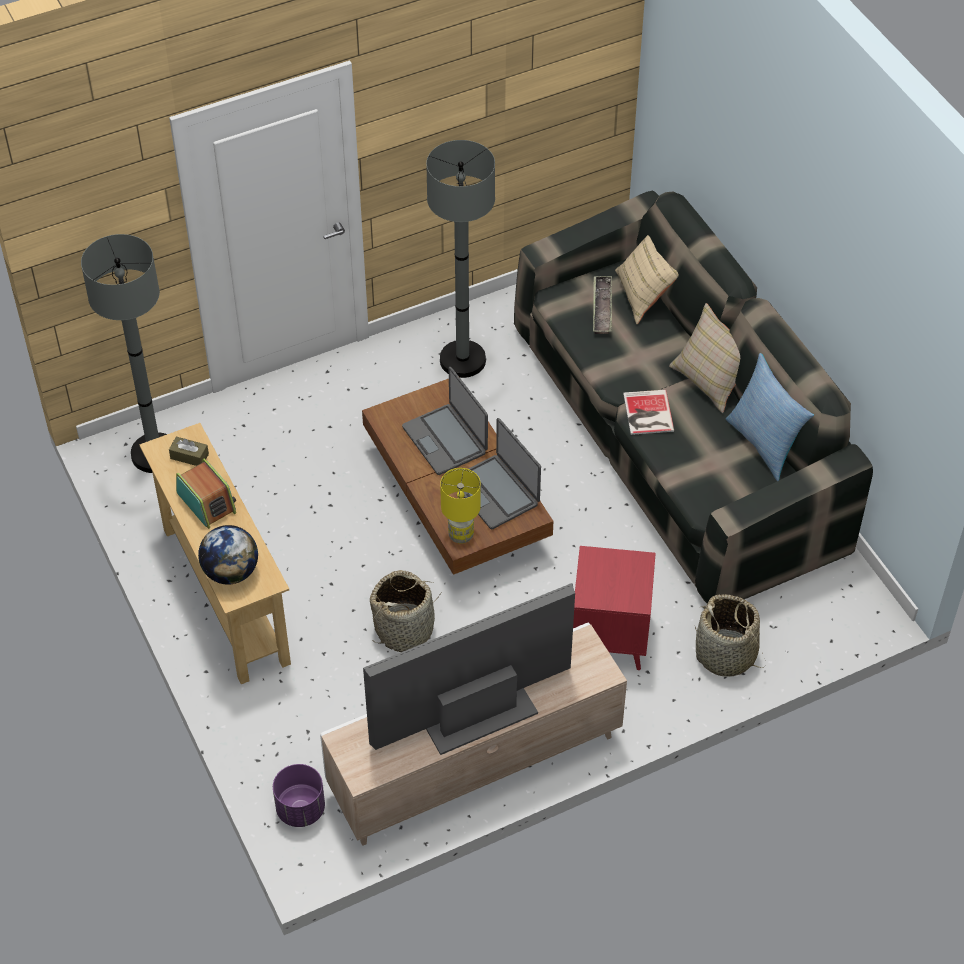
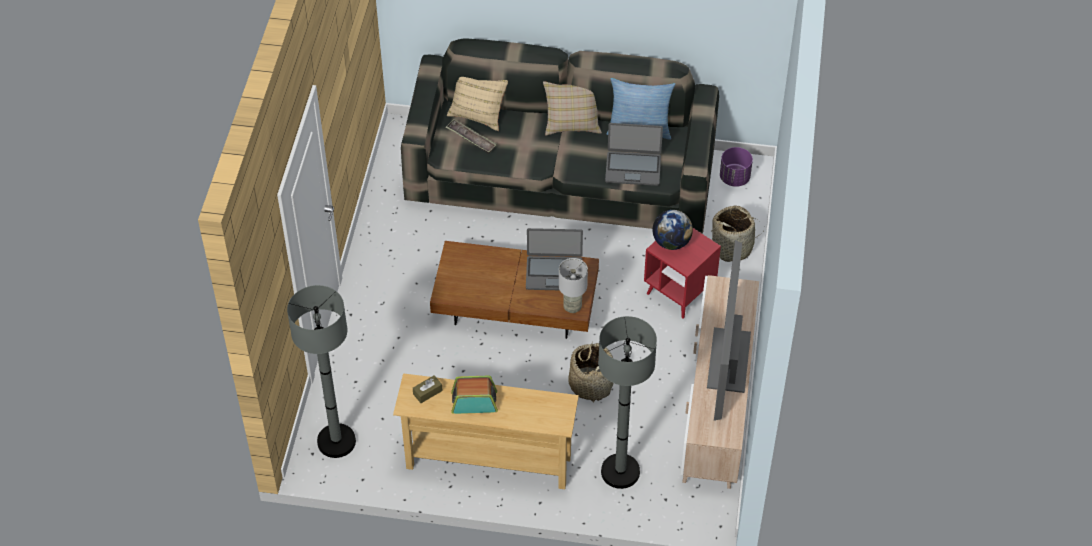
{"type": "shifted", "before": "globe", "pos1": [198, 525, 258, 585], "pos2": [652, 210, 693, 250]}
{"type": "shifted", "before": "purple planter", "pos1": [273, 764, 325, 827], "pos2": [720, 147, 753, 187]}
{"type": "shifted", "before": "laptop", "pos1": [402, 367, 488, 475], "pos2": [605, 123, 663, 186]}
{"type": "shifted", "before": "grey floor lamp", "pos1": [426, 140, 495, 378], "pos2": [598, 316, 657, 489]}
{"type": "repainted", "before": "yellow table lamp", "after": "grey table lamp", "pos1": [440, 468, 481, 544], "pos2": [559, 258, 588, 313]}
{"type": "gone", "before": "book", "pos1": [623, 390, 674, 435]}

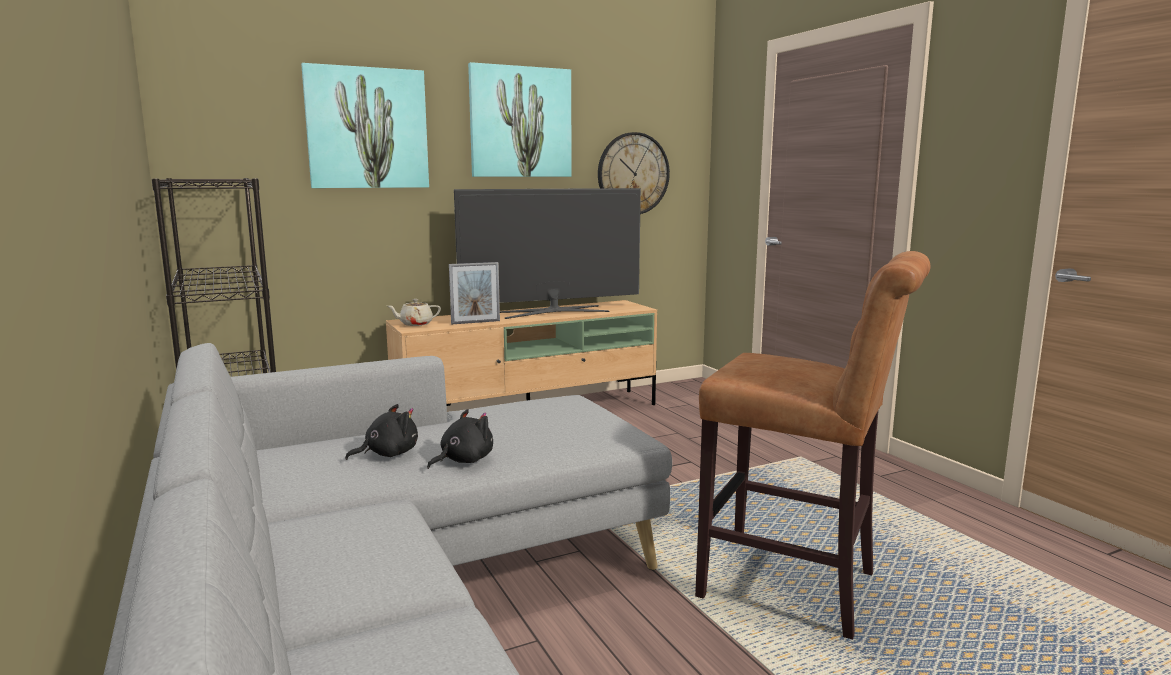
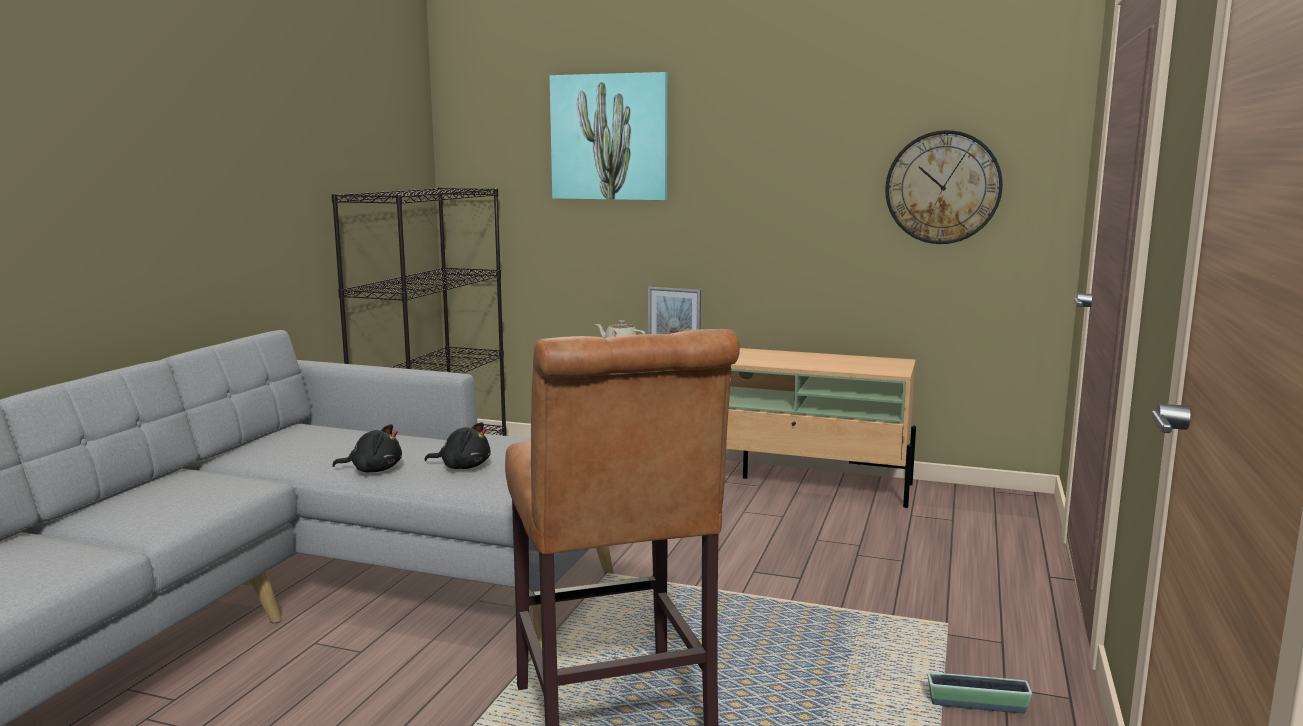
{"type": "shifted", "before": "black plush toy", "pos1": [345, 404, 418, 460], "pos2": [424, 422, 491, 469]}
{"type": "gone", "before": "television", "pos1": [454, 188, 641, 319]}
{"type": "gone", "before": "picture", "pos1": [468, 62, 572, 177]}
{"type": "new", "after": "planter", "pos2": [928, 672, 1032, 713]}

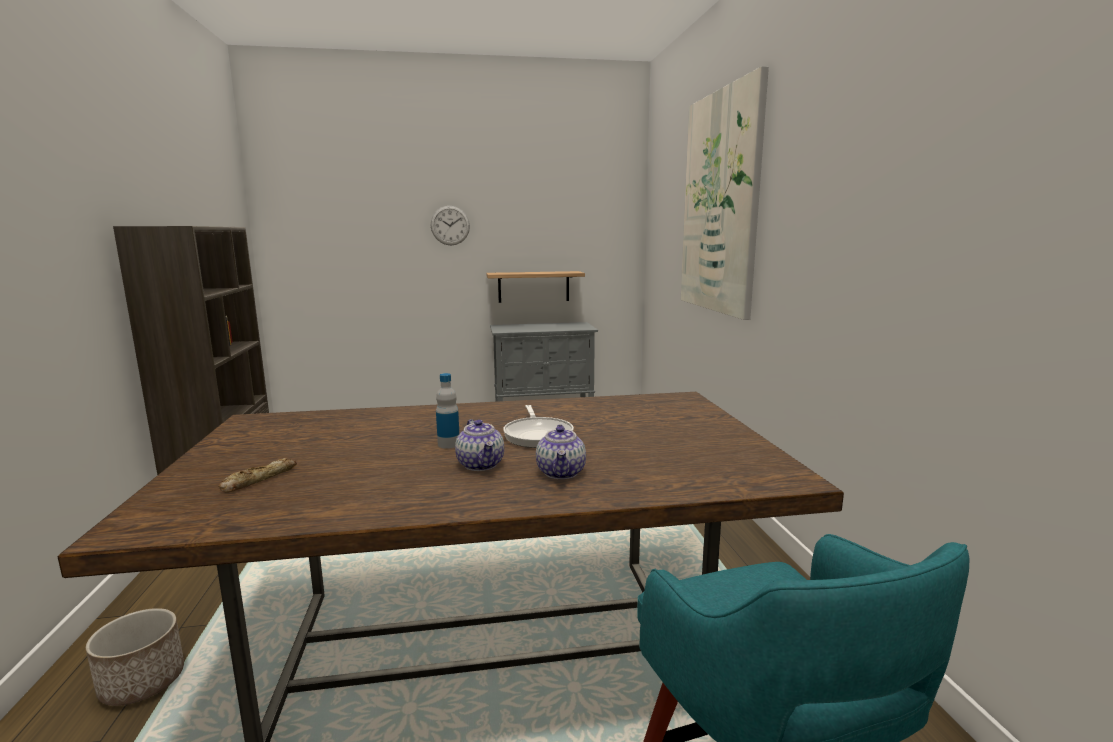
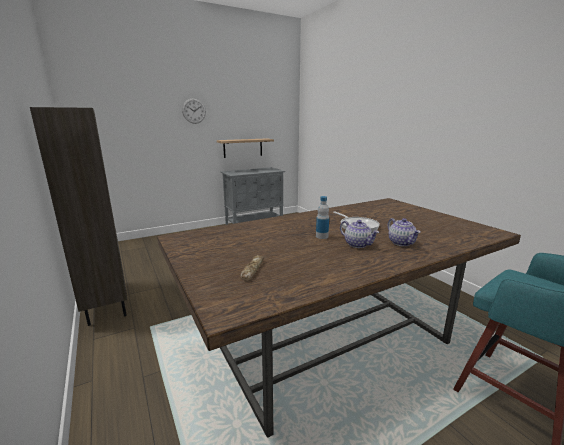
{"type": "gone", "before": "planter", "pos1": [86, 608, 184, 706]}
{"type": "gone", "before": "picture", "pos1": [681, 66, 769, 320]}

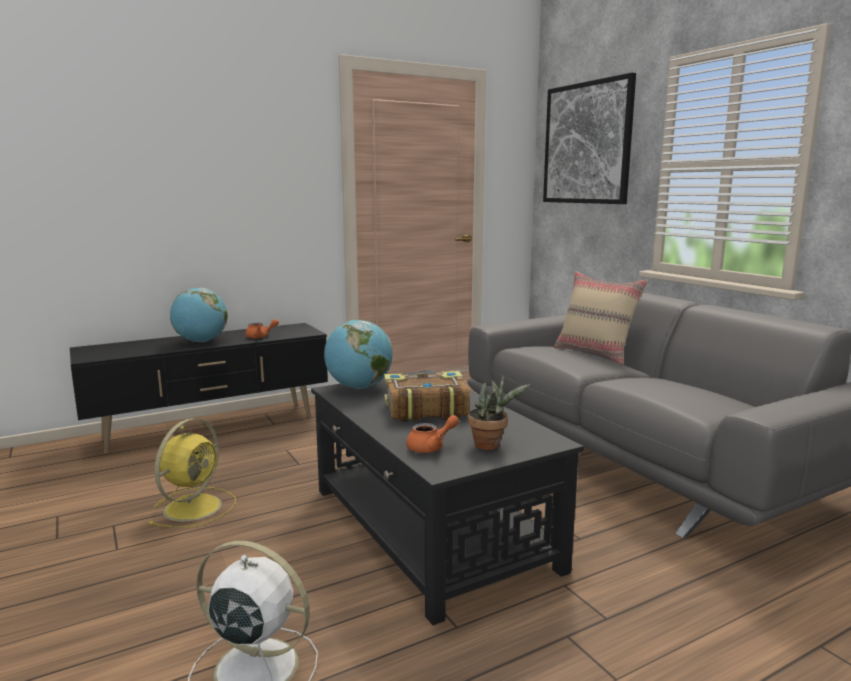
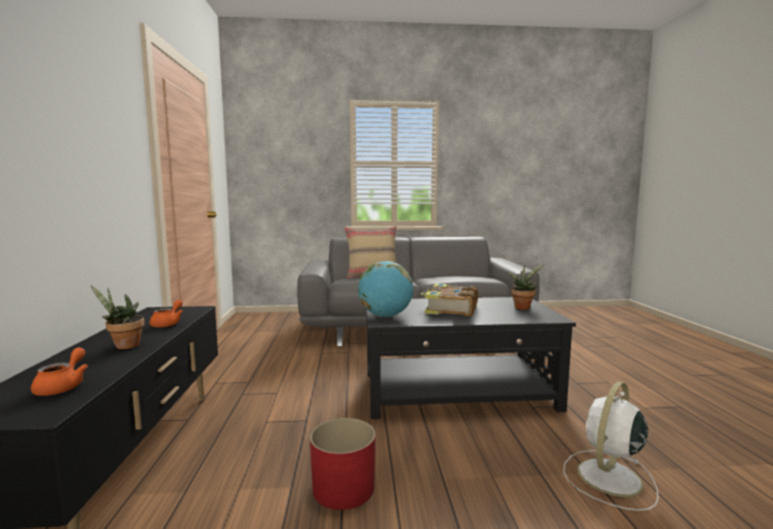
{"type": "swapped", "before": "yellow fan", "after": "red planter", "pos1": [148, 418, 236, 528], "pos2": [310, 418, 376, 510]}
{"type": "swapped", "before": "globe", "after": "potted plant", "pos1": [170, 288, 228, 342], "pos2": [91, 285, 144, 349]}
{"type": "shifted", "before": "orange teapot", "pos1": [406, 415, 459, 453], "pos2": [31, 348, 88, 396]}
{"type": "gone", "before": "picture", "pos1": [543, 73, 636, 204]}

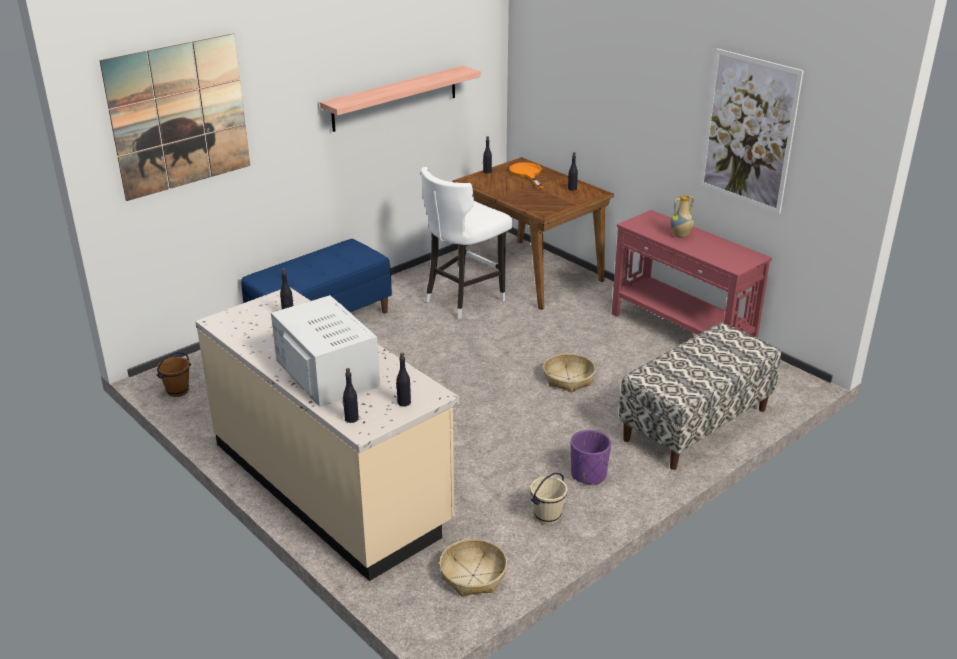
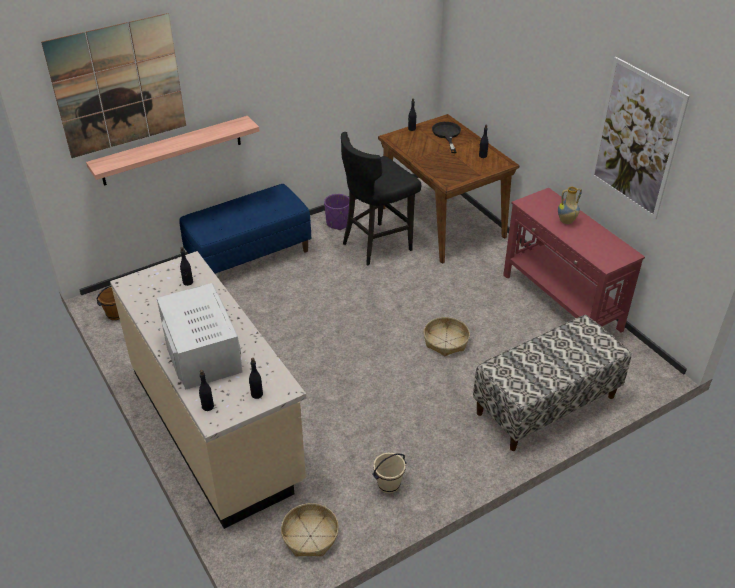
{"type": "shifted", "before": "shelf", "pos1": [320, 66, 481, 132], "pos2": [86, 116, 259, 186]}
{"type": "repainted", "before": "white stool", "after": "black stool", "pos1": [421, 167, 513, 319], "pos2": [341, 132, 421, 266]}
{"type": "repainted", "before": "orange frying pan", "after": "black frying pan", "pos1": [510, 162, 543, 189], "pos2": [432, 122, 461, 153]}
{"type": "shifted", "before": "purple planter", "pos1": [571, 430, 611, 485], "pos2": [324, 194, 349, 230]}

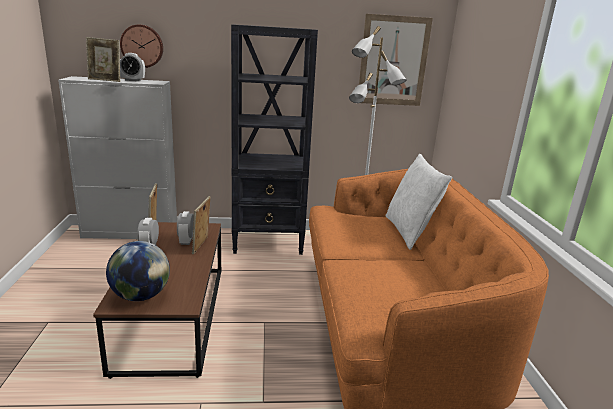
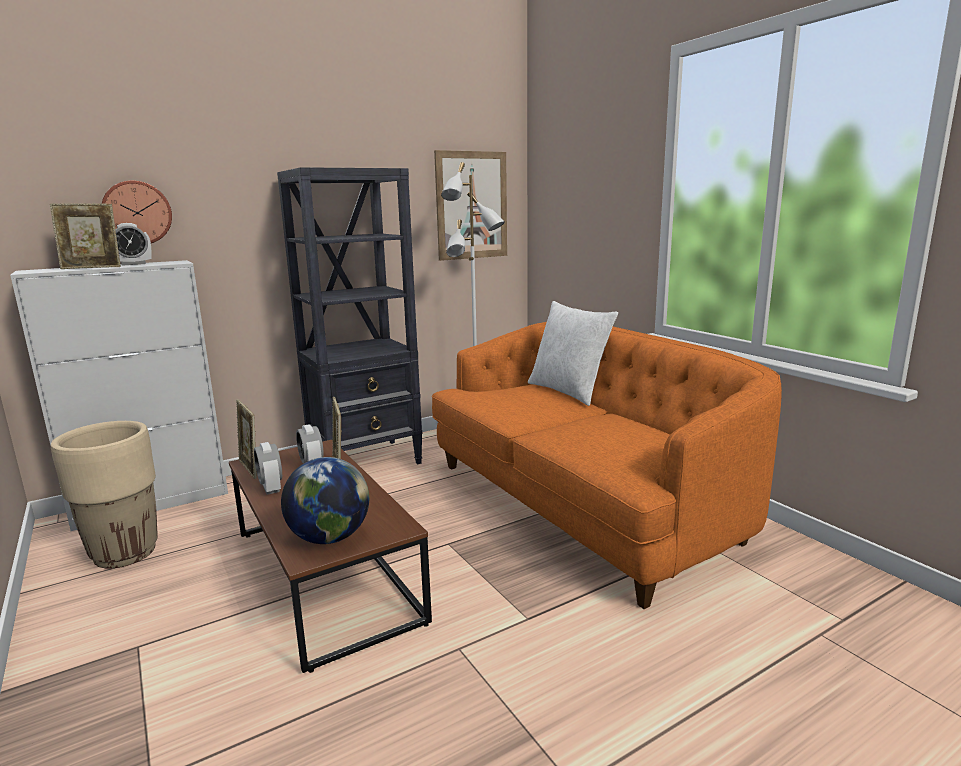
{"type": "new", "after": "beige planter", "pos2": [51, 421, 158, 568]}

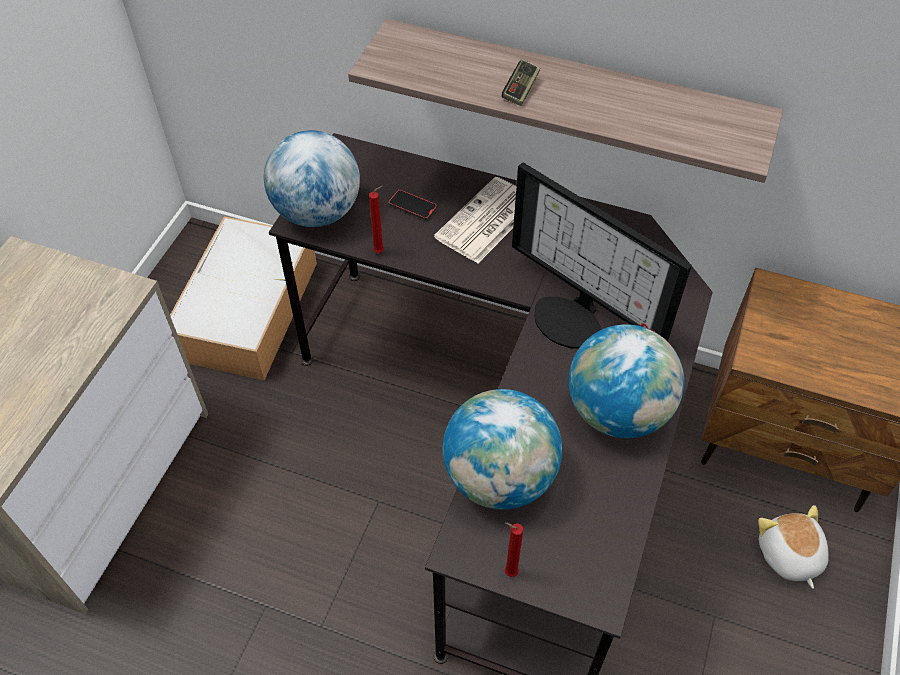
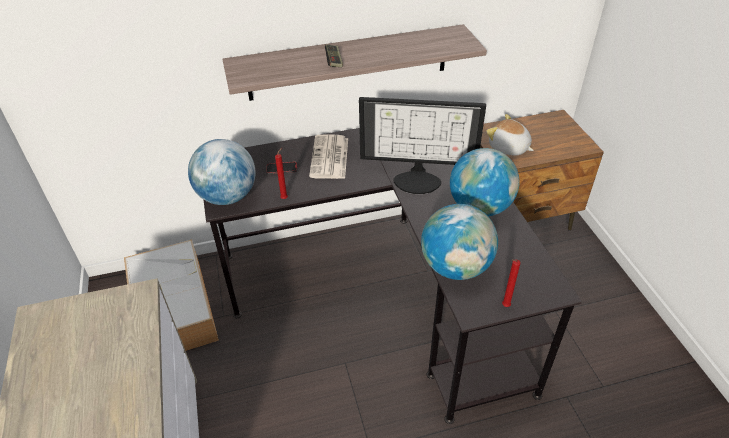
{"type": "shifted", "before": "plush toy", "pos1": [758, 505, 829, 589], "pos2": [486, 114, 534, 156]}

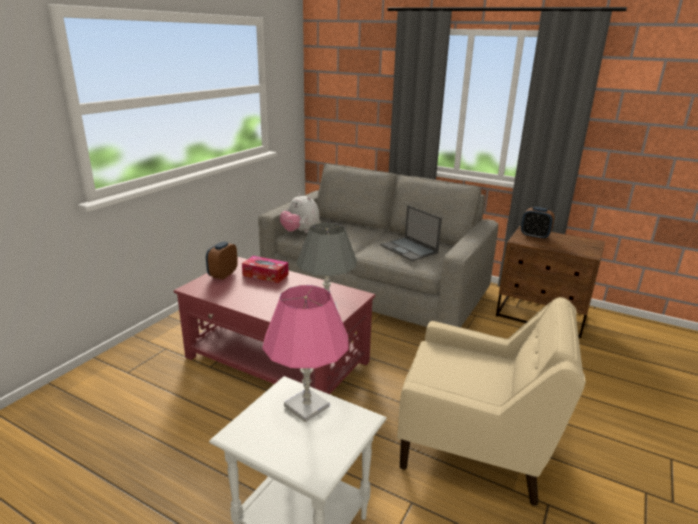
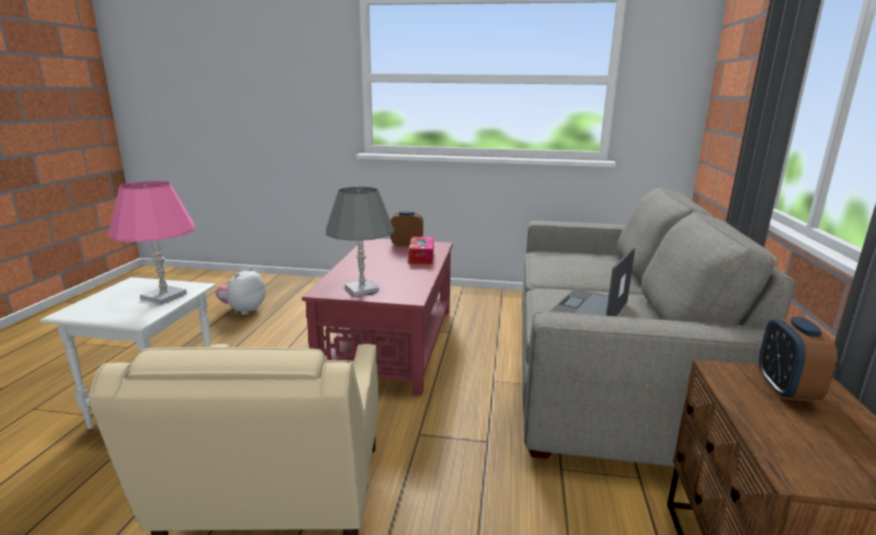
{"type": "shifted", "before": "plush toy", "pos1": [280, 193, 320, 233], "pos2": [215, 267, 265, 315]}

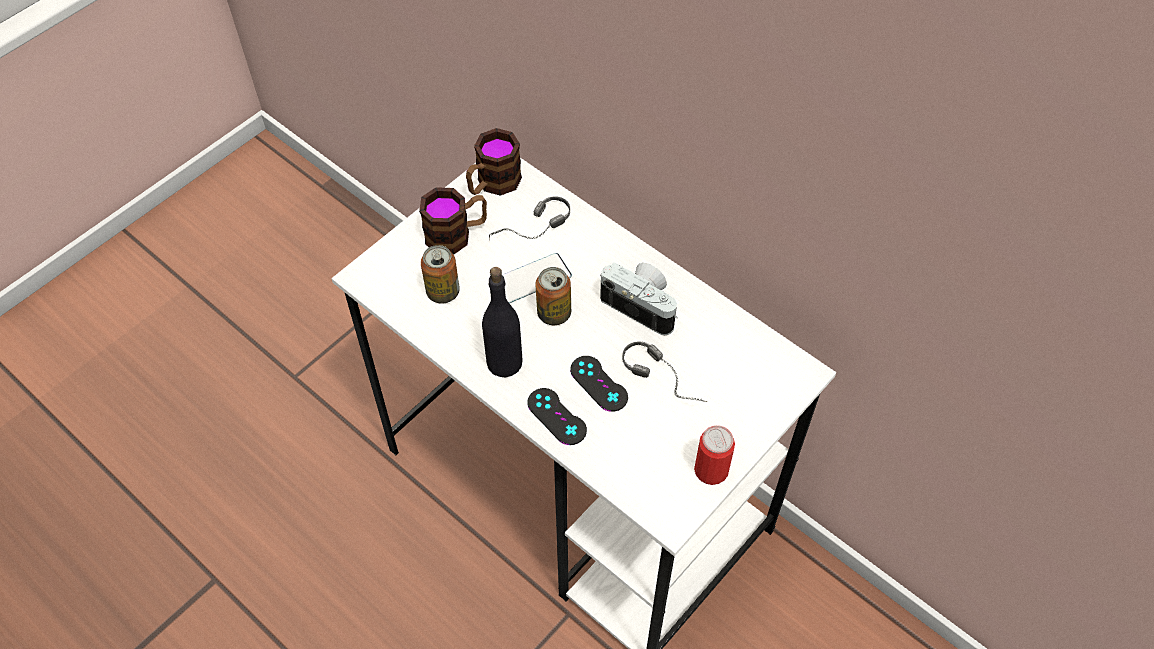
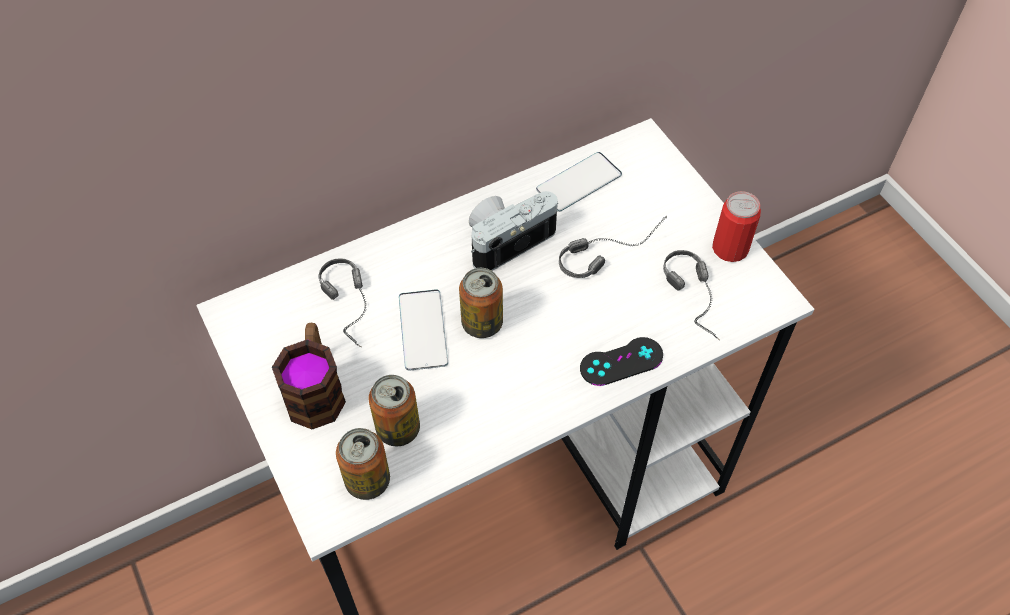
{"type": "gone", "before": "mug", "pos1": [466, 128, 522, 196]}
{"type": "gone", "before": "black bottle", "pos1": [482, 267, 523, 377]}
{"type": "gone", "before": "black game controller", "pos1": [570, 356, 628, 412]}
{"type": "new", "after": "can", "pos2": [336, 428, 390, 500]}
{"type": "new", "after": "phone", "pos2": [536, 152, 622, 212]}
{"type": "new", "after": "headphones", "pos2": [663, 250, 720, 340]}

